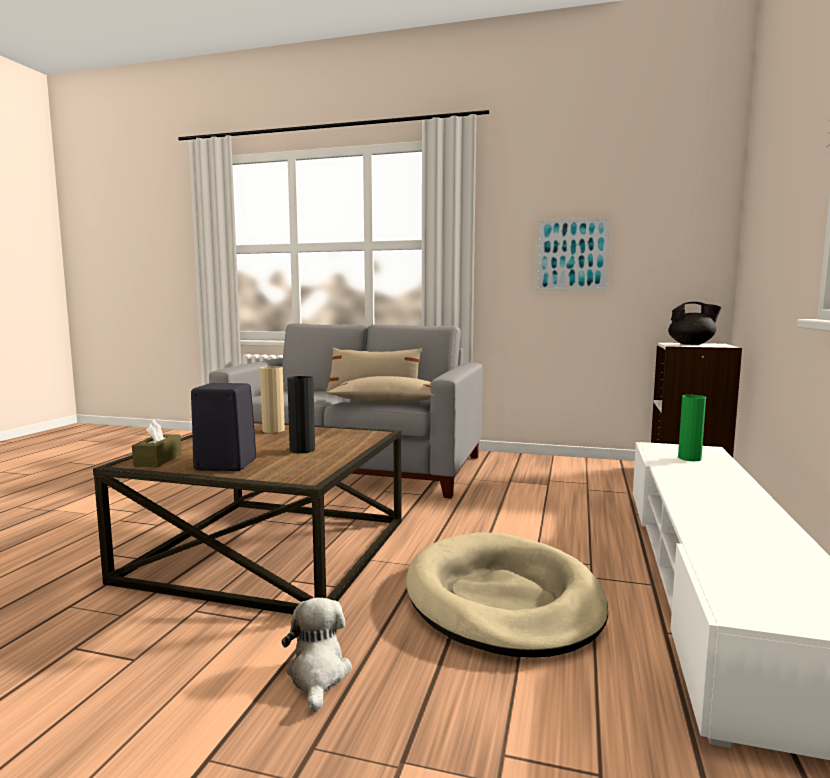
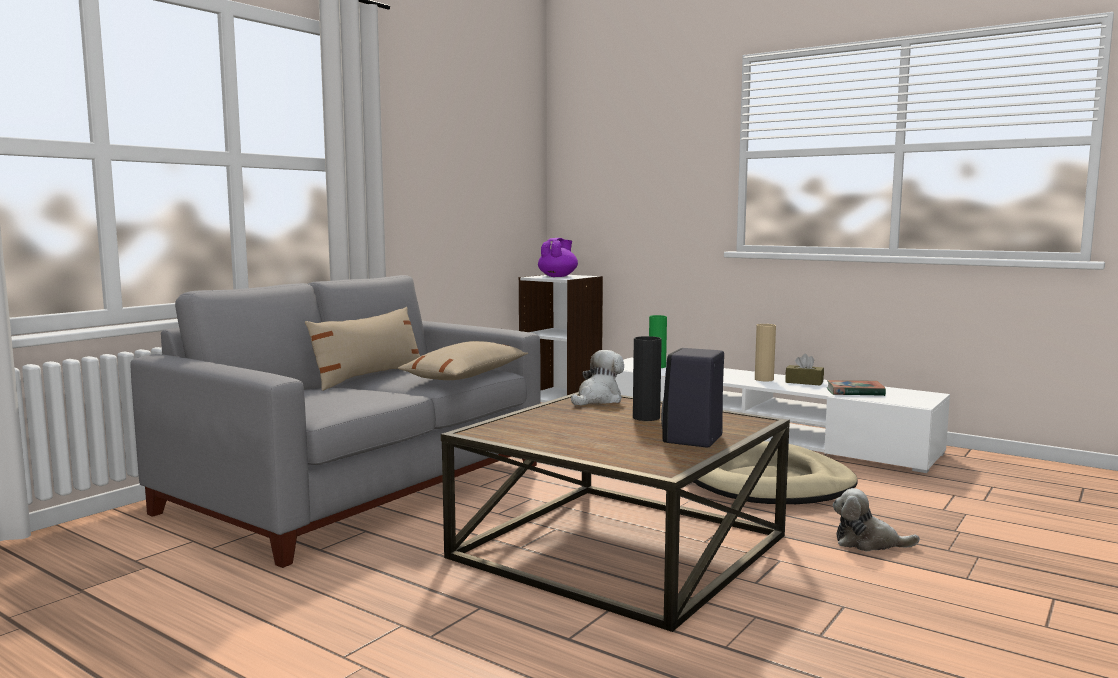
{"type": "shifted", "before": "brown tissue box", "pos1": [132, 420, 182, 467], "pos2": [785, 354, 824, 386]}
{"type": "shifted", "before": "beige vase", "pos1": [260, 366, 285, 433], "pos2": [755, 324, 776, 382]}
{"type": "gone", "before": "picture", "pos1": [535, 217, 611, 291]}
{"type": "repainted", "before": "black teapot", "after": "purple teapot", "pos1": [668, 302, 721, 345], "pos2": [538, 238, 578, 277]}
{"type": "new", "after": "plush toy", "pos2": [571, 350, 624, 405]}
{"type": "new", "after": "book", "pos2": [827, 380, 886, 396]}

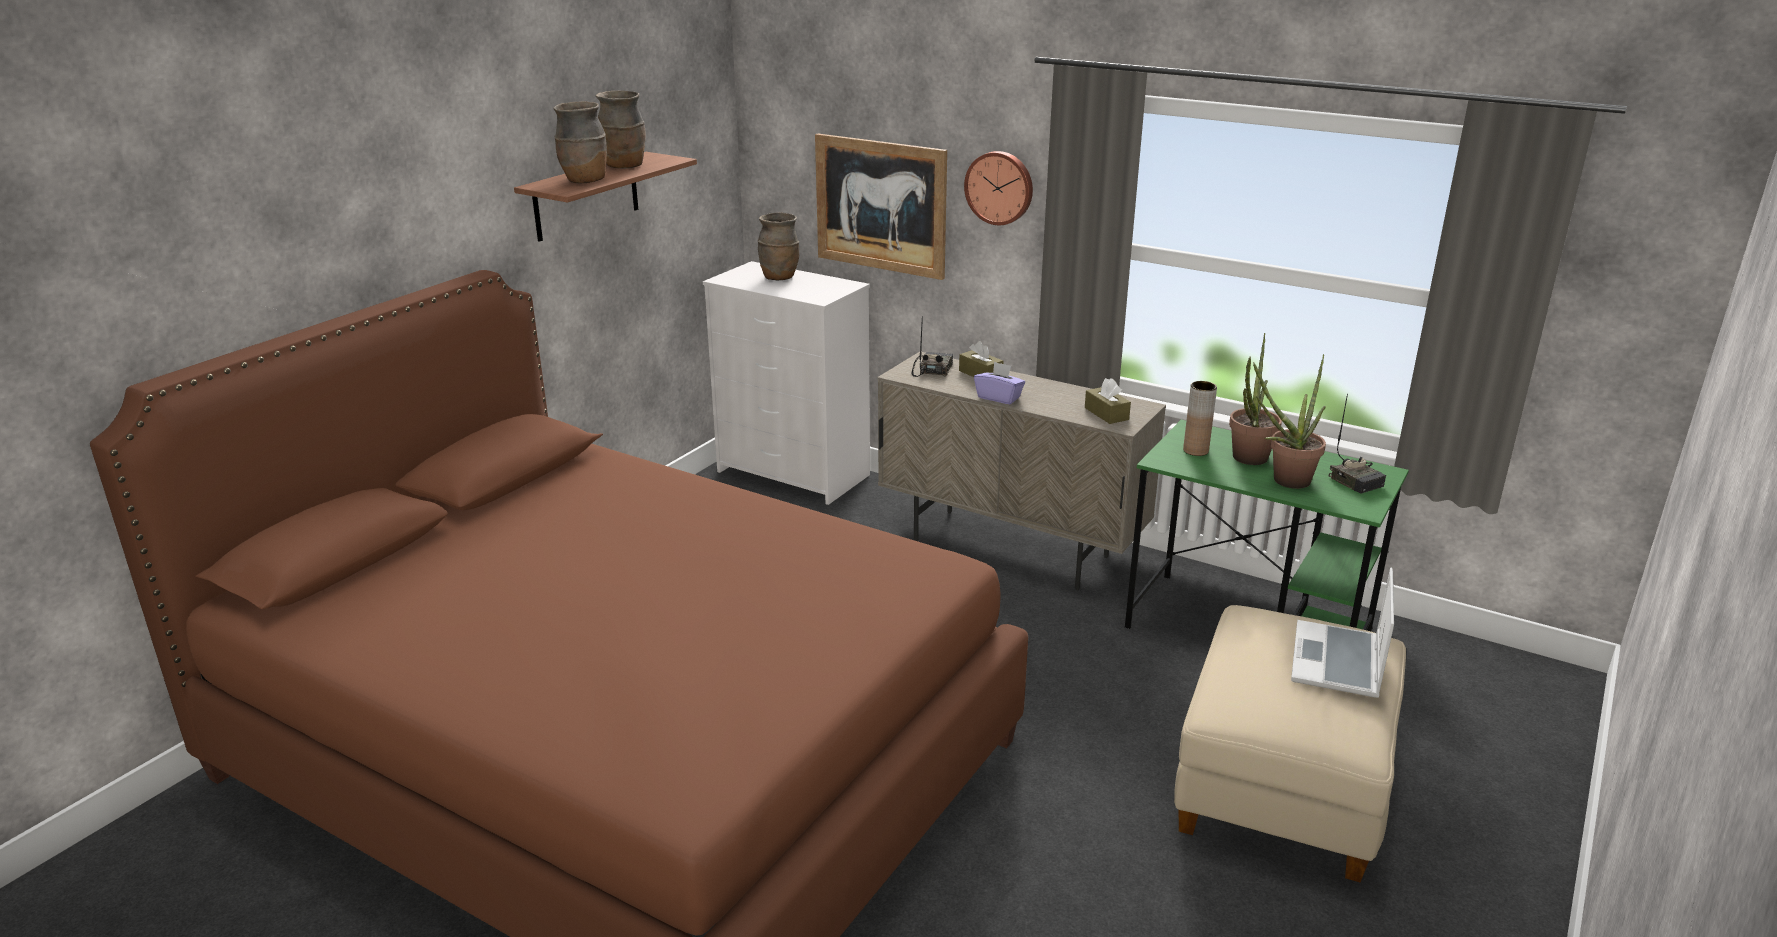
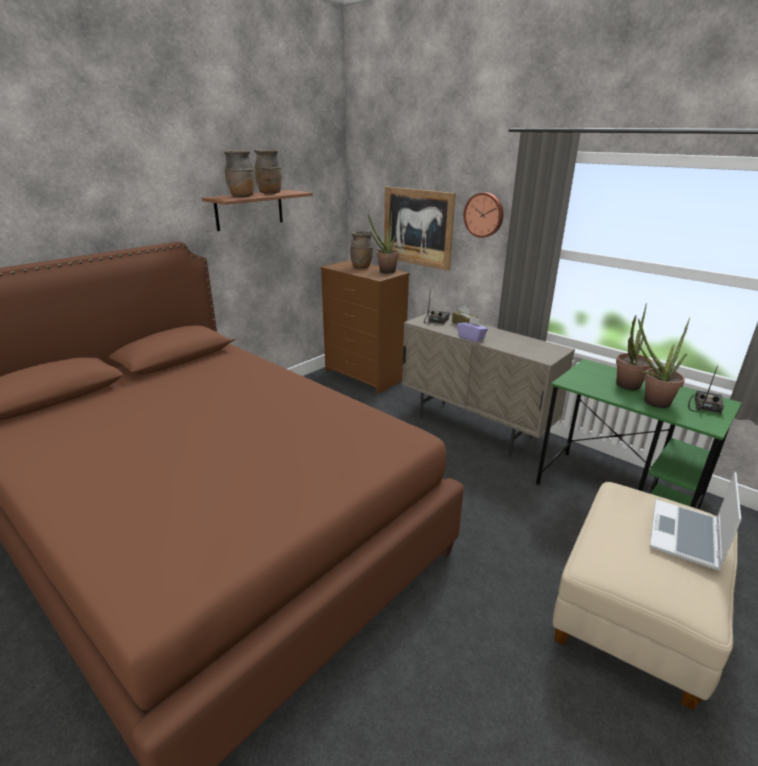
{"type": "repainted", "before": "white dresser", "after": "brown dresser", "pos1": [703, 261, 870, 505], "pos2": [320, 260, 410, 394]}
{"type": "gone", "before": "brown tissue box", "pos1": [1085, 378, 1131, 424]}
{"type": "gone", "before": "brown vase", "pos1": [1183, 381, 1217, 456]}
{"type": "rotated", "before": "radio", "pos1": [1328, 394, 1386, 494], "pos2": [688, 365, 724, 415], "turn": -135}
{"type": "new", "after": "potted plant", "pos2": [368, 211, 399, 274]}

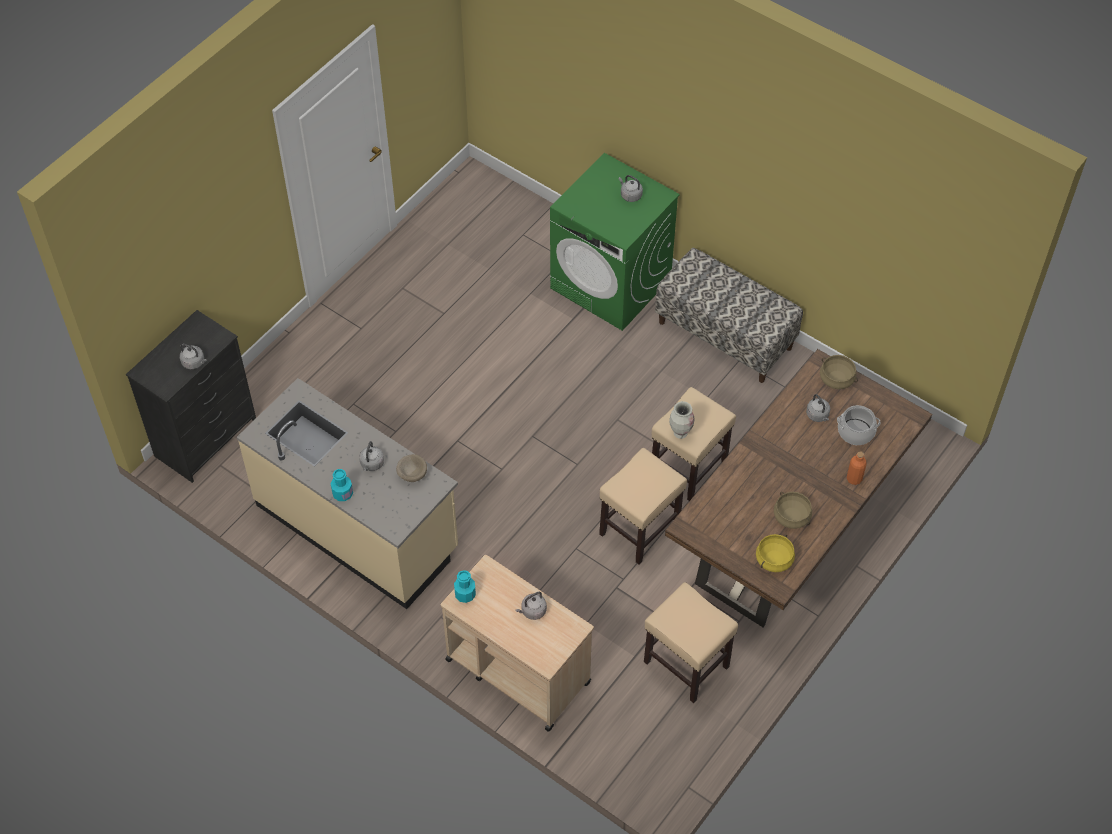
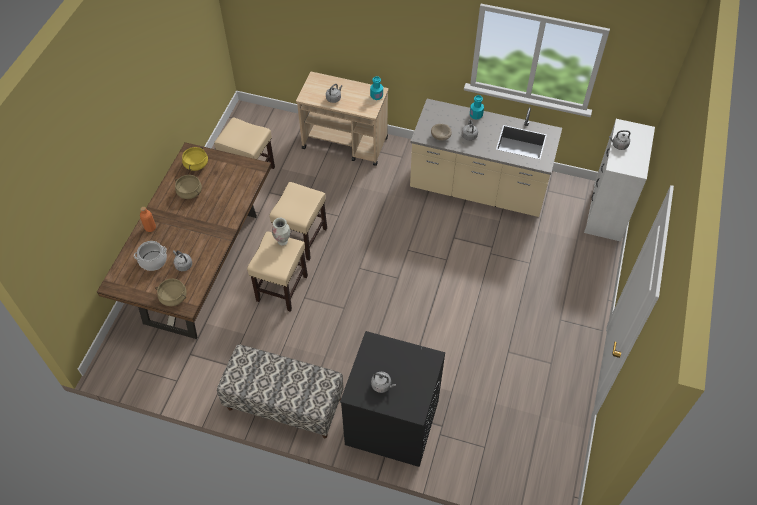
{"type": "repainted", "before": "black dresser", "after": "white dresser", "pos1": [126, 310, 256, 483], "pos2": [584, 119, 655, 242]}
{"type": "repainted", "before": "green washing machine", "after": "black washing machine", "pos1": [550, 153, 680, 331], "pos2": [340, 331, 445, 467]}

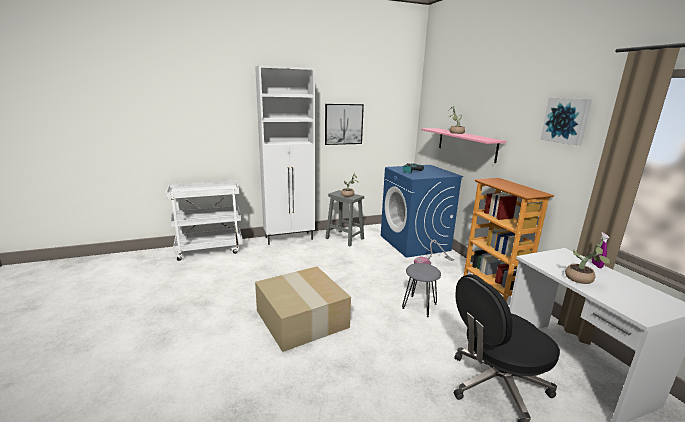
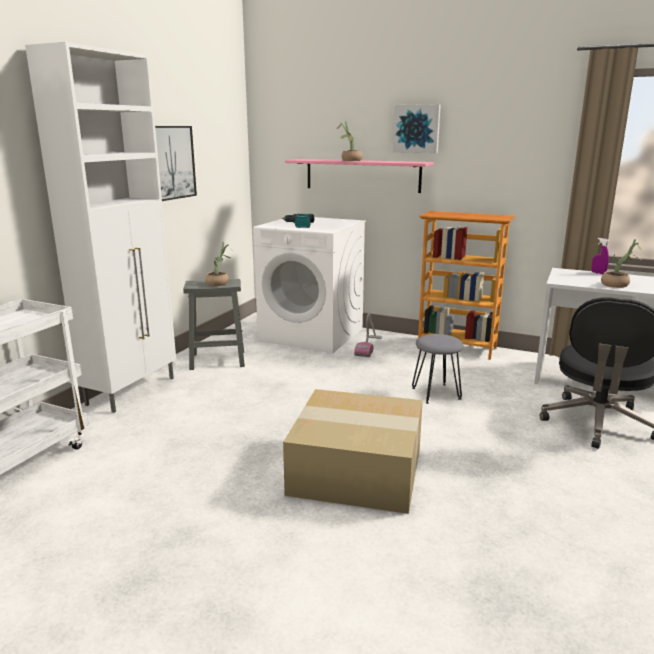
{"type": "repainted", "before": "blue washing machine", "after": "white washing machine", "pos1": [381, 165, 463, 258], "pos2": [253, 217, 366, 353]}
{"type": "shifted", "before": "picture", "pos1": [540, 98, 592, 146], "pos2": [393, 104, 441, 153]}

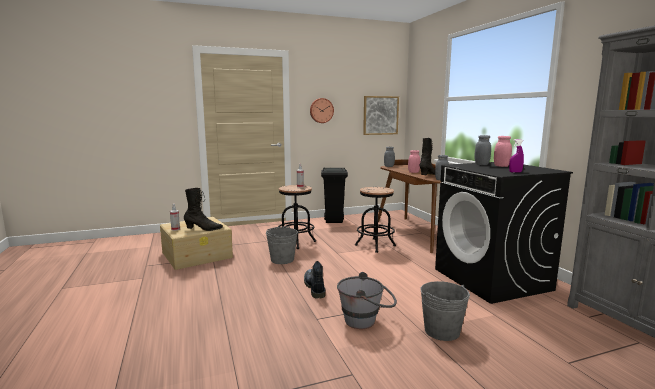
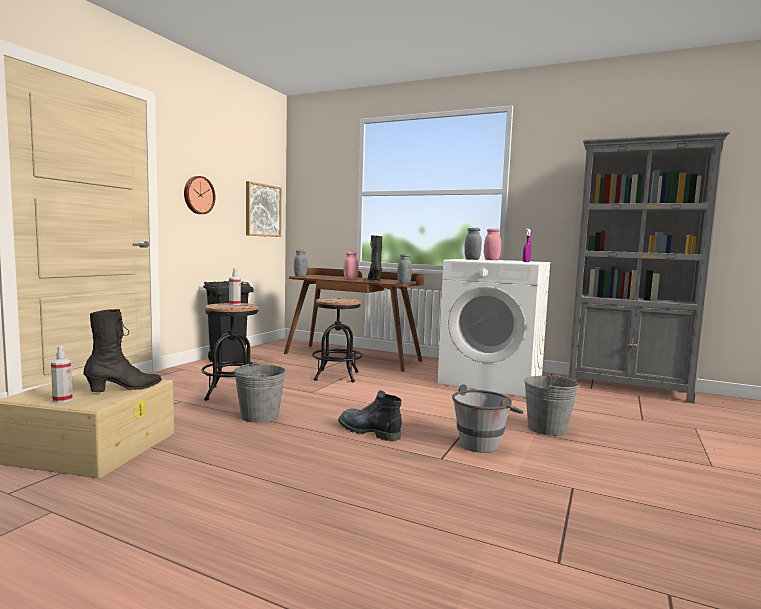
{"type": "repainted", "before": "black washing machine", "after": "white washing machine", "pos1": [435, 162, 573, 304], "pos2": [438, 259, 551, 397]}

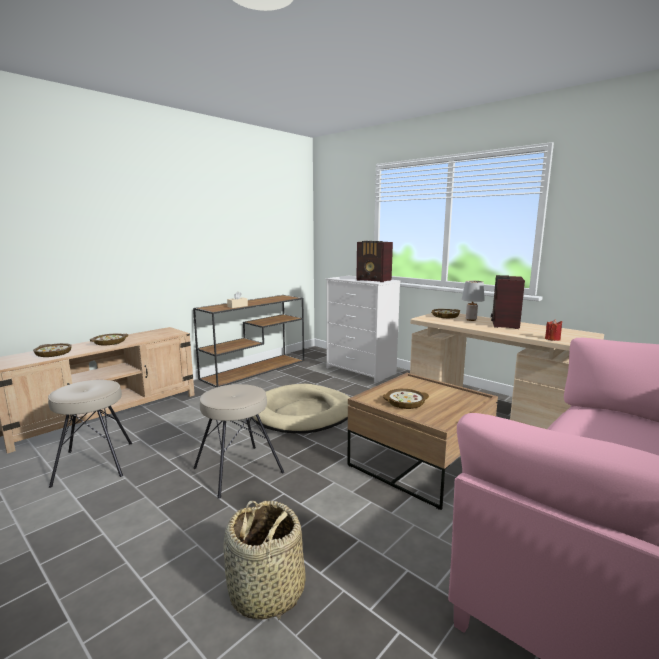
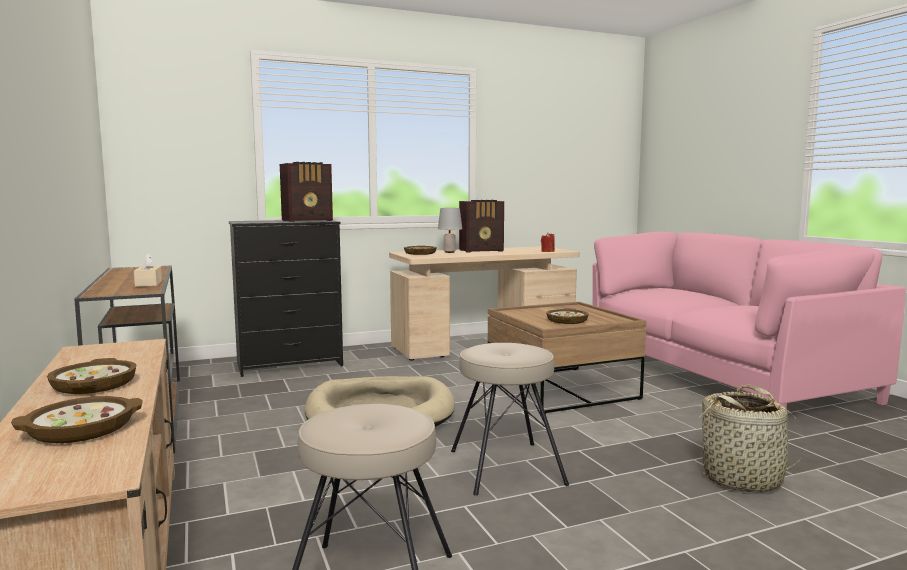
{"type": "repainted", "before": "white dresser", "after": "black dresser", "pos1": [326, 276, 401, 383], "pos2": [229, 220, 343, 377]}
{"type": "rotated", "before": "radio", "pos1": [491, 275, 525, 329], "pos2": [459, 200, 504, 252], "turn": -60}

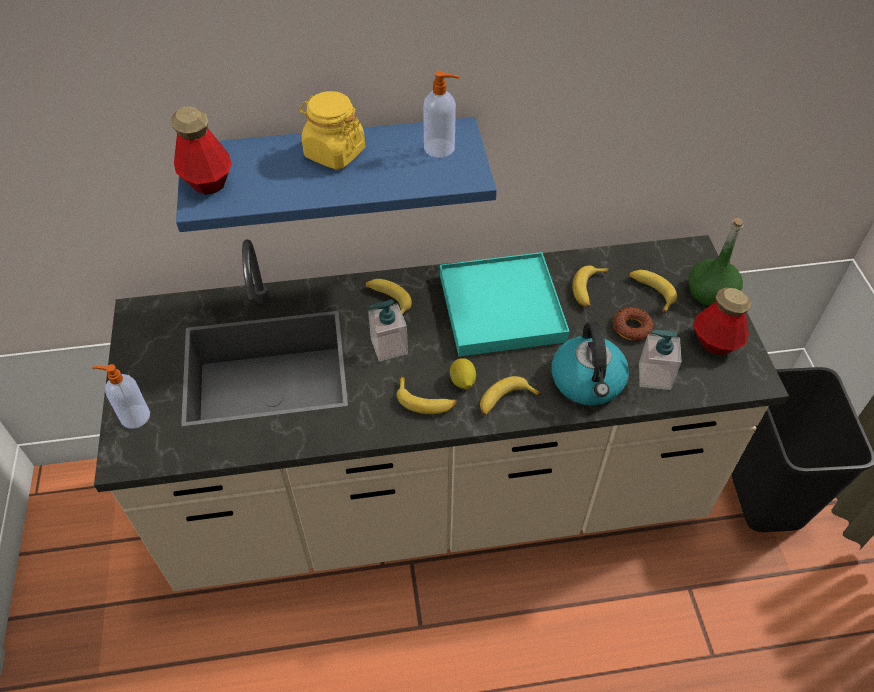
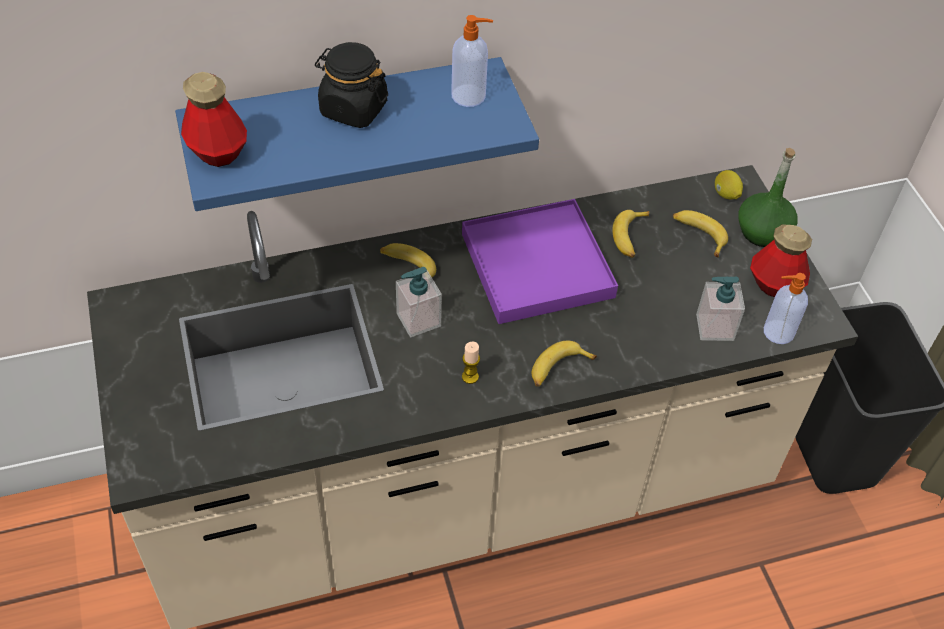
{"type": "shifted", "before": "soap dispenser", "pos1": [92, 364, 150, 429], "pos2": [764, 273, 808, 344]}
{"type": "repainted", "before": "yellow jar", "after": "black jar", "pos1": [300, 91, 365, 169], "pos2": [315, 42, 388, 128]}
{"type": "swapped", "before": "banana", "after": "candle", "pos1": [396, 377, 457, 414], "pos2": [462, 341, 480, 384]}
{"type": "repainted", "before": "turquoise tray", "after": "purple tray", "pos1": [440, 252, 569, 357], "pos2": [462, 199, 618, 324]}
{"type": "shifted", "before": "lemon", "pos1": [450, 358, 476, 389], "pos2": [715, 170, 743, 199]}
{"type": "gone", "before": "kettle", "pos1": [551, 322, 629, 405]}
{"type": "gone", "before": "donut", "pos1": [613, 307, 654, 341]}

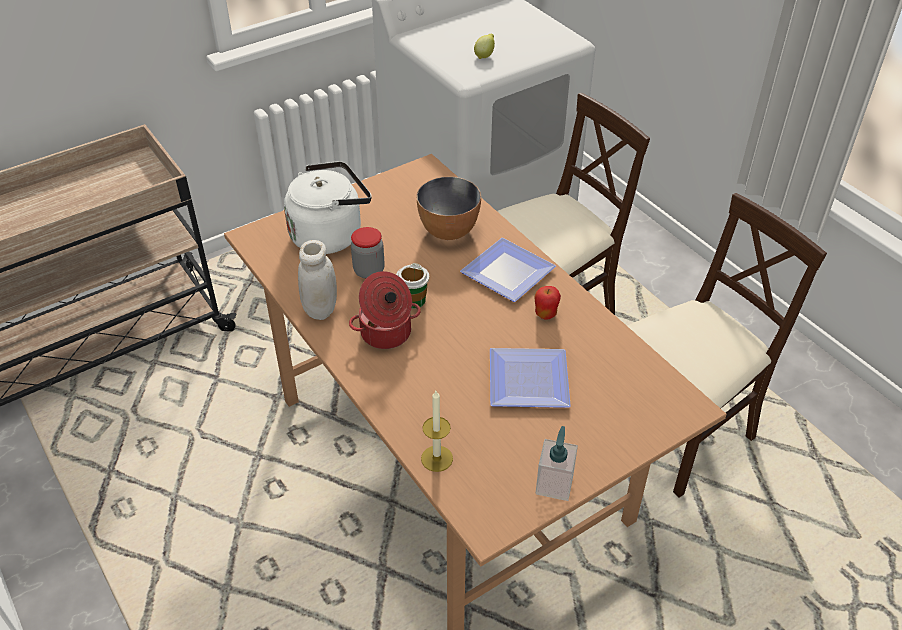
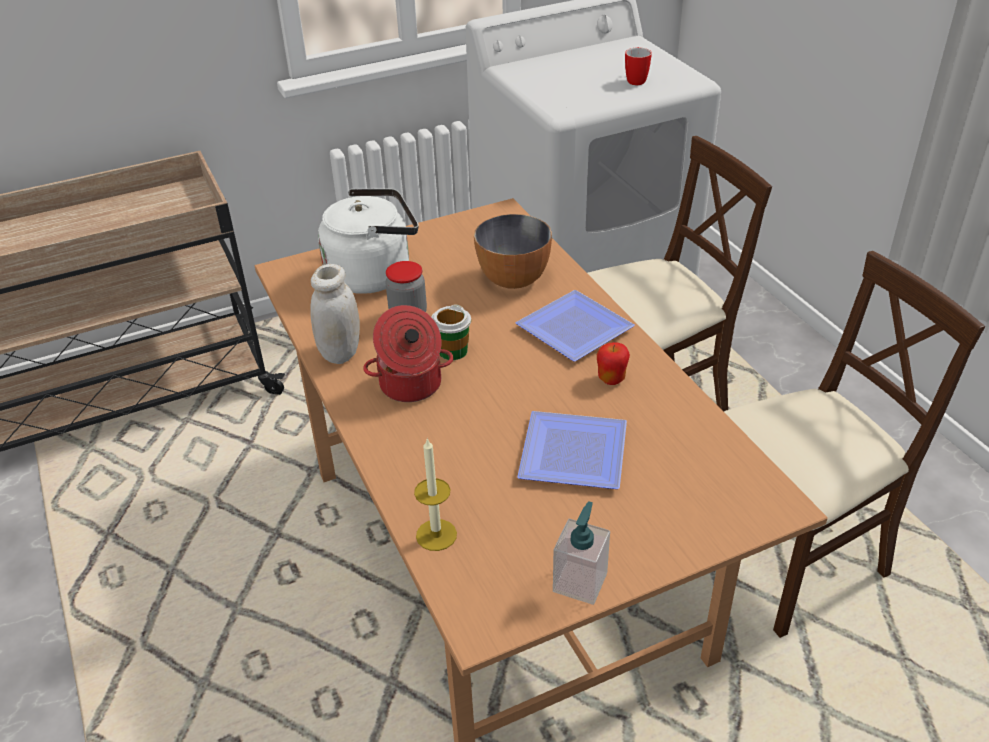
{"type": "gone", "before": "lemon", "pos1": [474, 34, 495, 59]}
{"type": "new", "after": "mug", "pos2": [625, 47, 652, 85]}

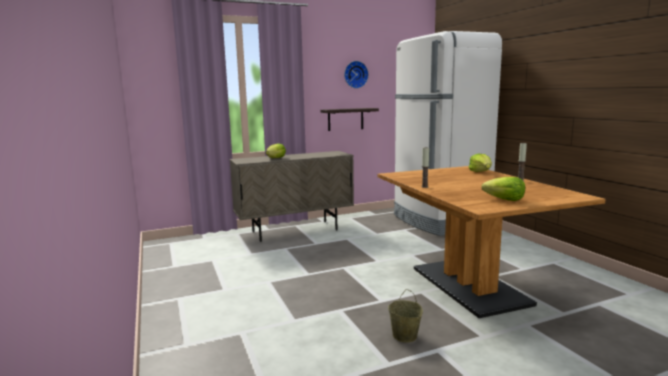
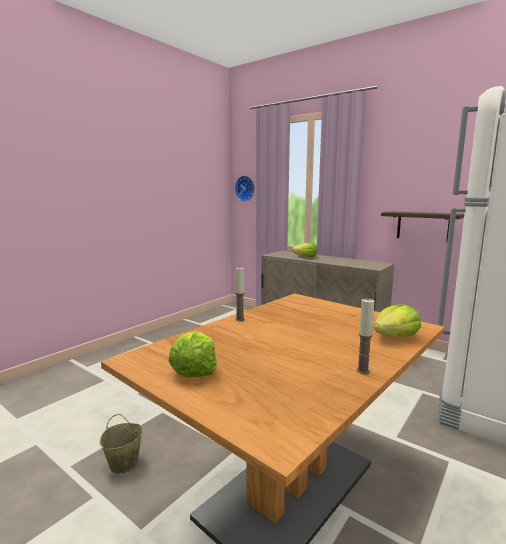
{"type": "shifted", "before": "wall clock", "pos1": [344, 61, 369, 88], "pos2": [235, 175, 255, 202]}

